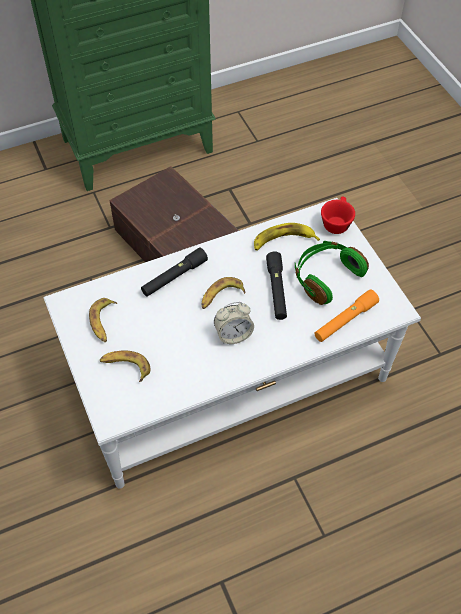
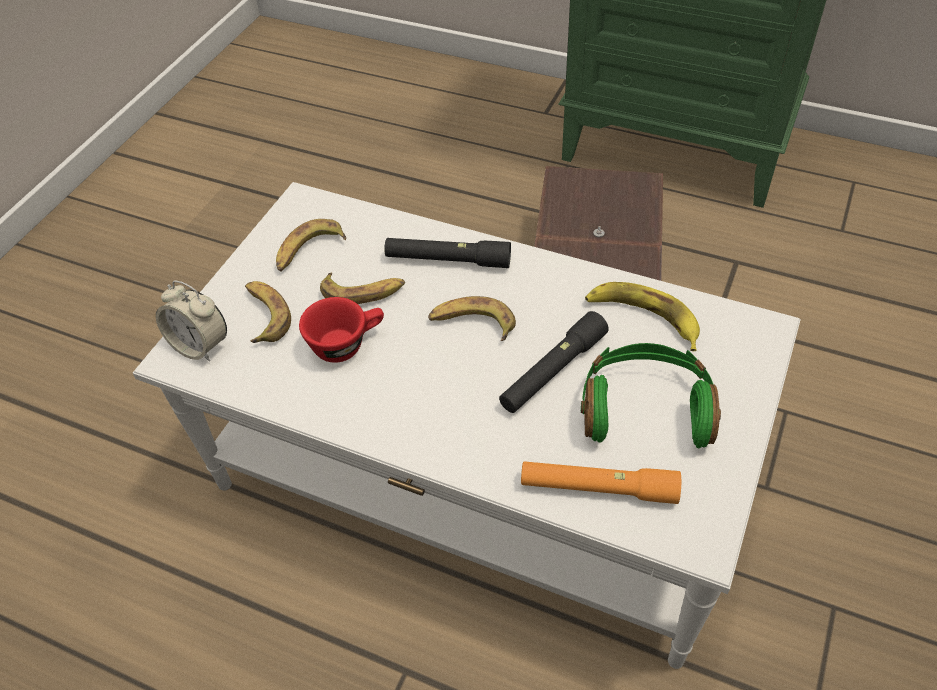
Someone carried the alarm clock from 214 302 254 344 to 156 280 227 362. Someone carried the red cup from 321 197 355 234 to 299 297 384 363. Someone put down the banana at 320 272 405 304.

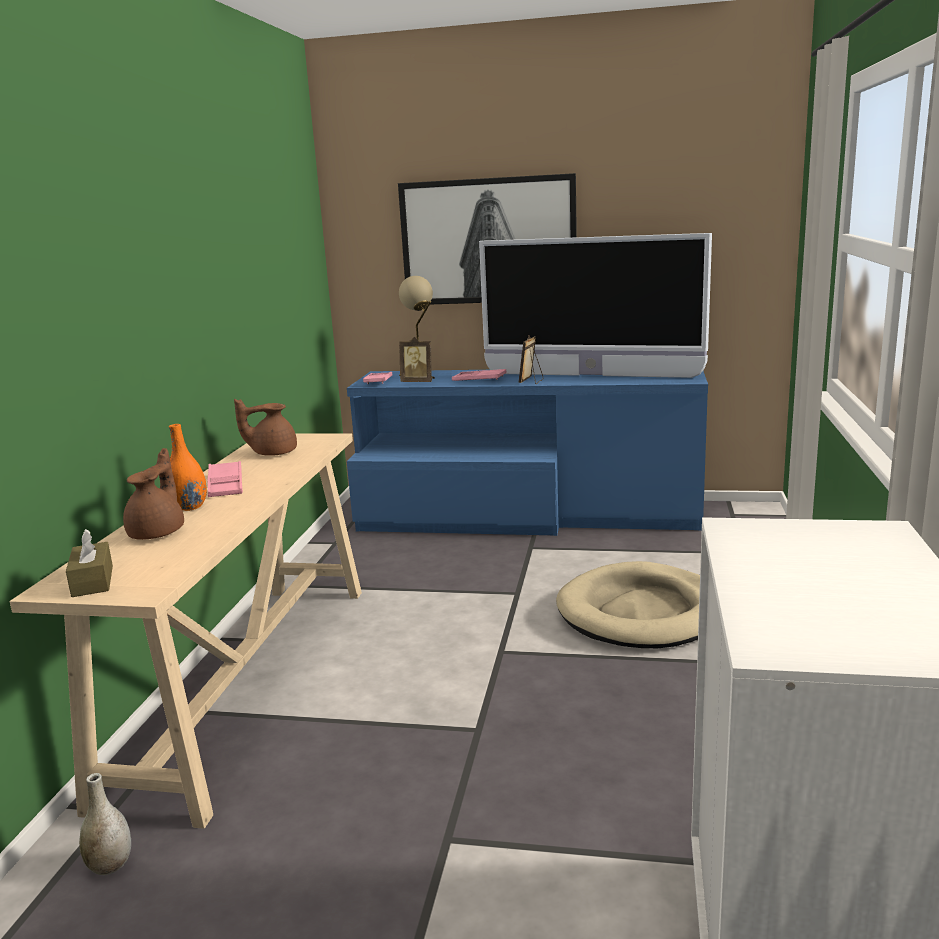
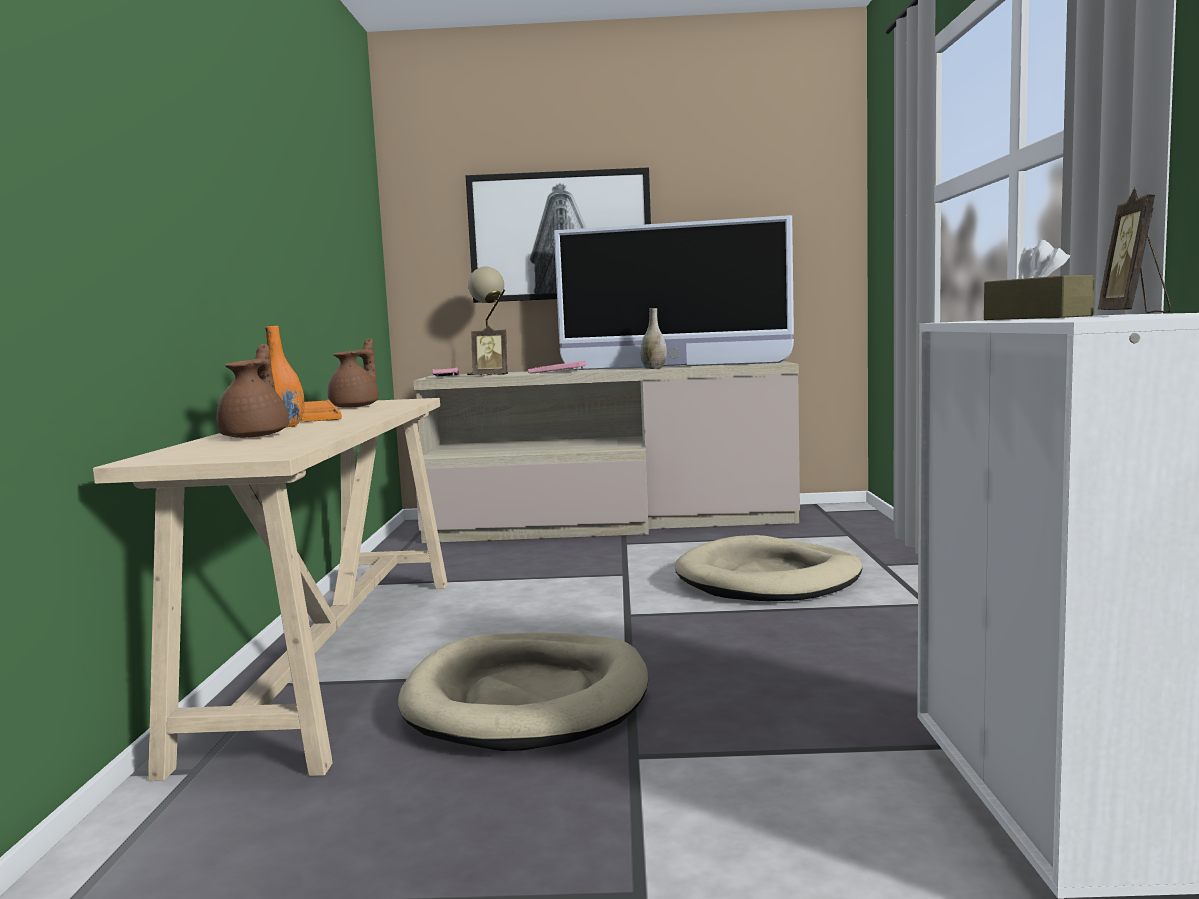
Someone repainted the pink tray at 207 461 243 497, which became the orange tray at 301 400 342 422. Someone rotated the brown teapot at 234 399 297 456 by 135 degrees clockwise. Someone put down the beige dog bed at 398 632 648 751. Someone repainted the blue tv stand at 347 370 708 536, which became the beige tv stand at 414 361 800 543. Someone carried the grey vase from 79 773 131 875 to 640 308 667 369. Someone carried the brown tissue box from 66 529 113 597 to 984 240 1094 320. Someone carried the picture frame from 519 335 543 384 to 1098 188 1171 313.

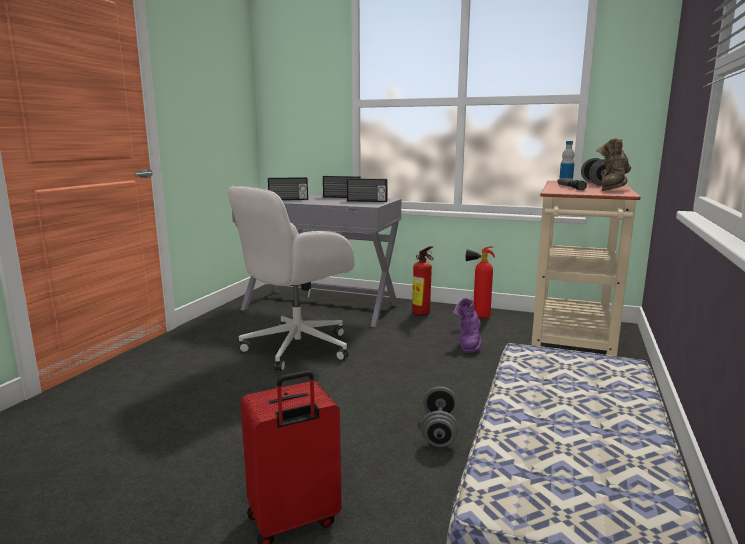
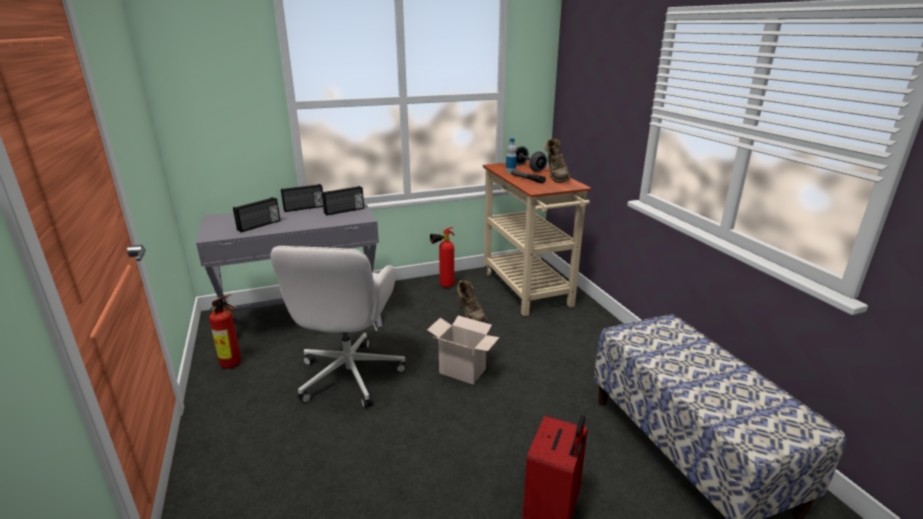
Someone carried the fire extinguisher from 412 246 434 316 to 209 294 241 368. Someone put down the cardboard box at 427 316 500 384. Someone repainted the purple boot at 453 298 482 353, which became the brown boot at 457 280 487 323. Someone took away the grey dumbbell at 421 386 459 447.

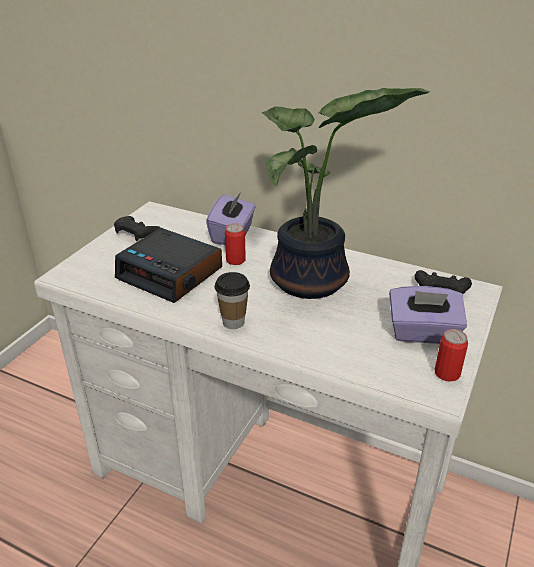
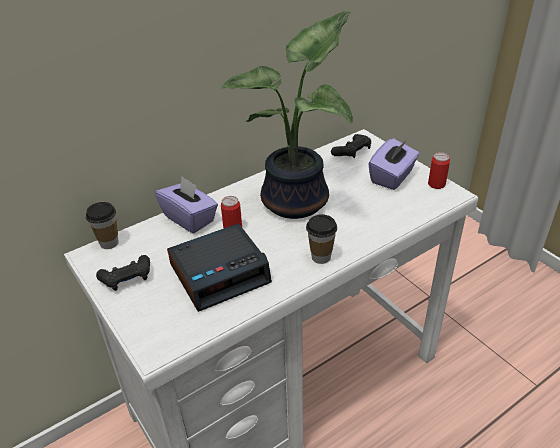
Someone put down the cup at 86 202 119 249.

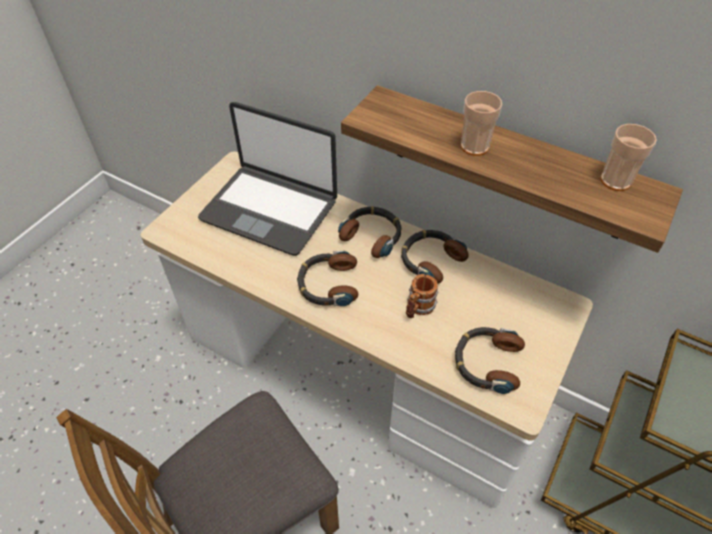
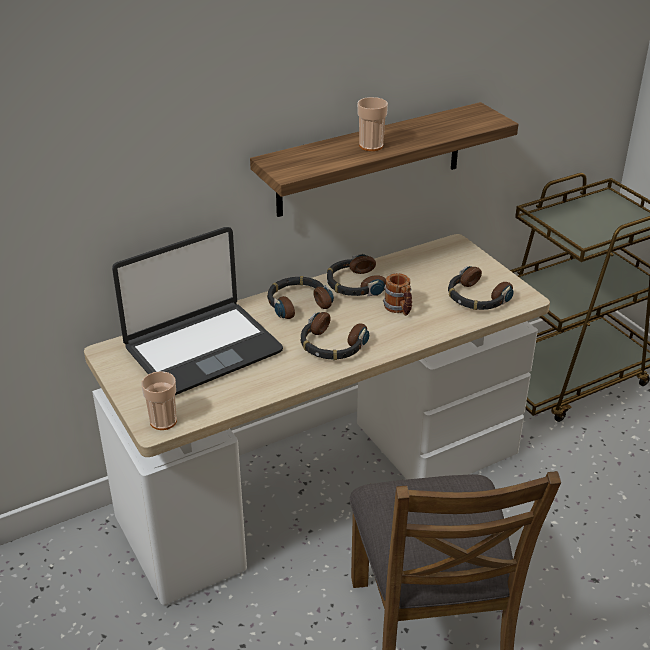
Someone carried the cup from 601 124 657 191 to 141 371 177 430.

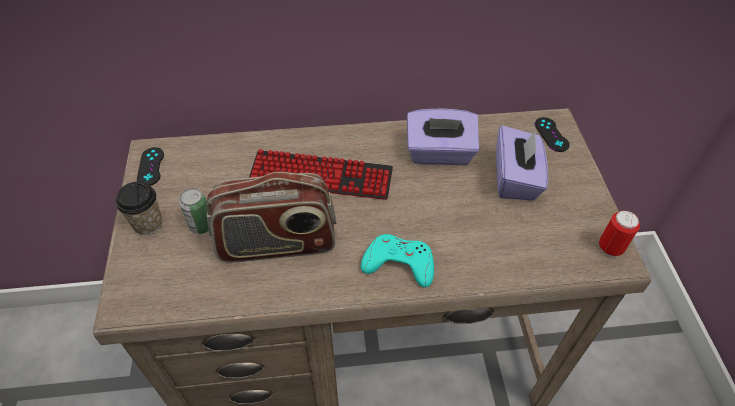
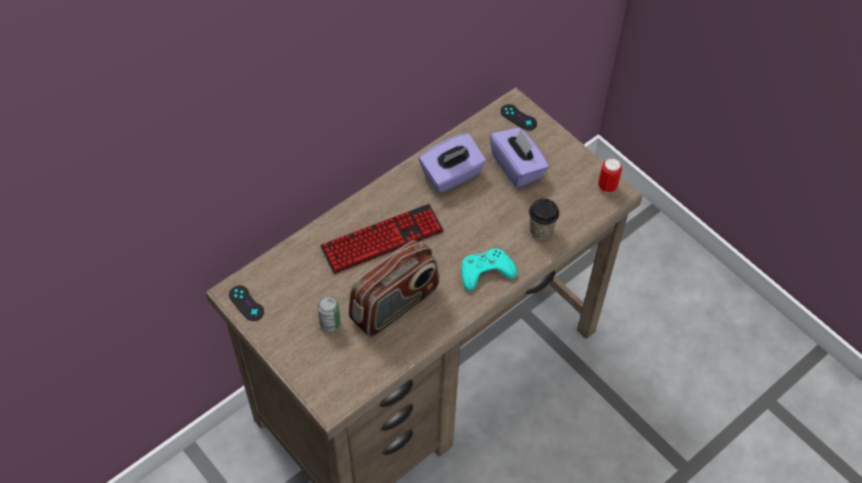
Someone carried the cup from 116 182 162 235 to 529 198 559 239.

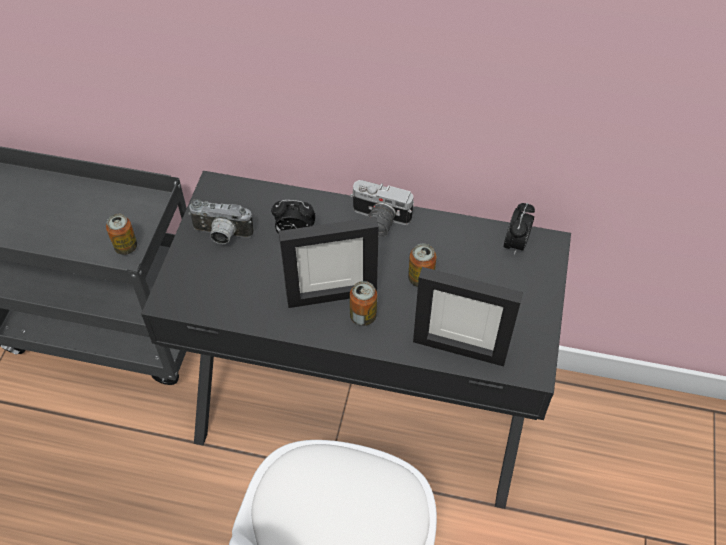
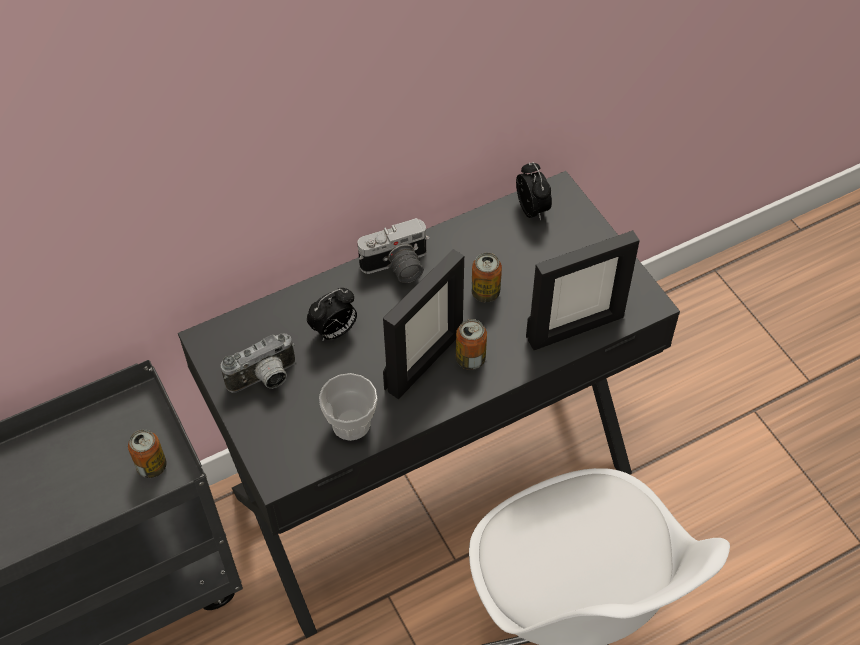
Someone put down the cup at 319 373 378 441.

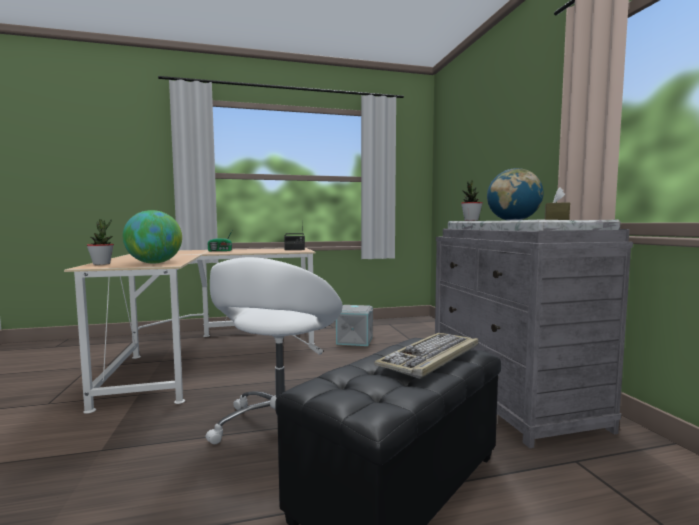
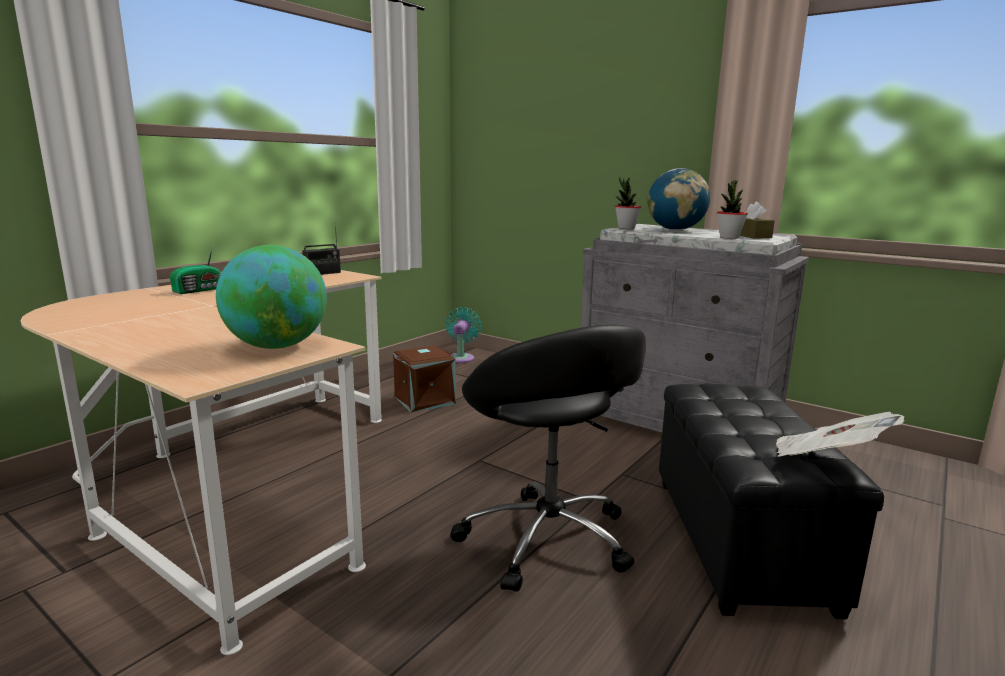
Someone repainted the grey storage box at 336 305 373 346, which became the brown storage box at 393 346 456 412. Someone put down the turquoise fan at 445 307 481 363. Someone repainted the white office chair at 205 257 342 444, which became the black office chair at 450 325 646 592. Someone carried the potted plant from 87 219 114 265 to 717 180 748 239. Someone put down the newspaper at 776 412 904 457. Someone took away the keyboard at 374 333 478 379.

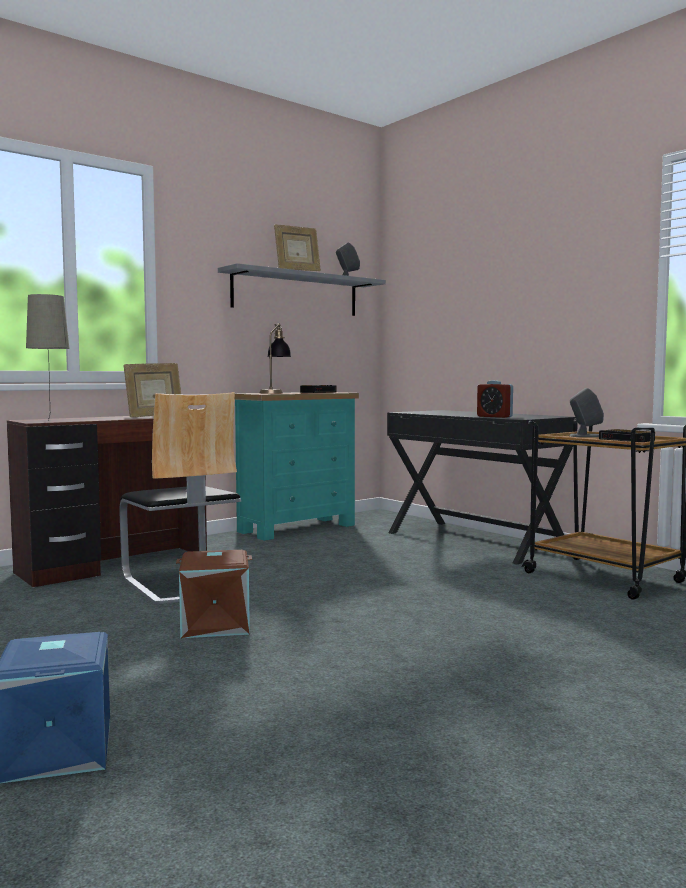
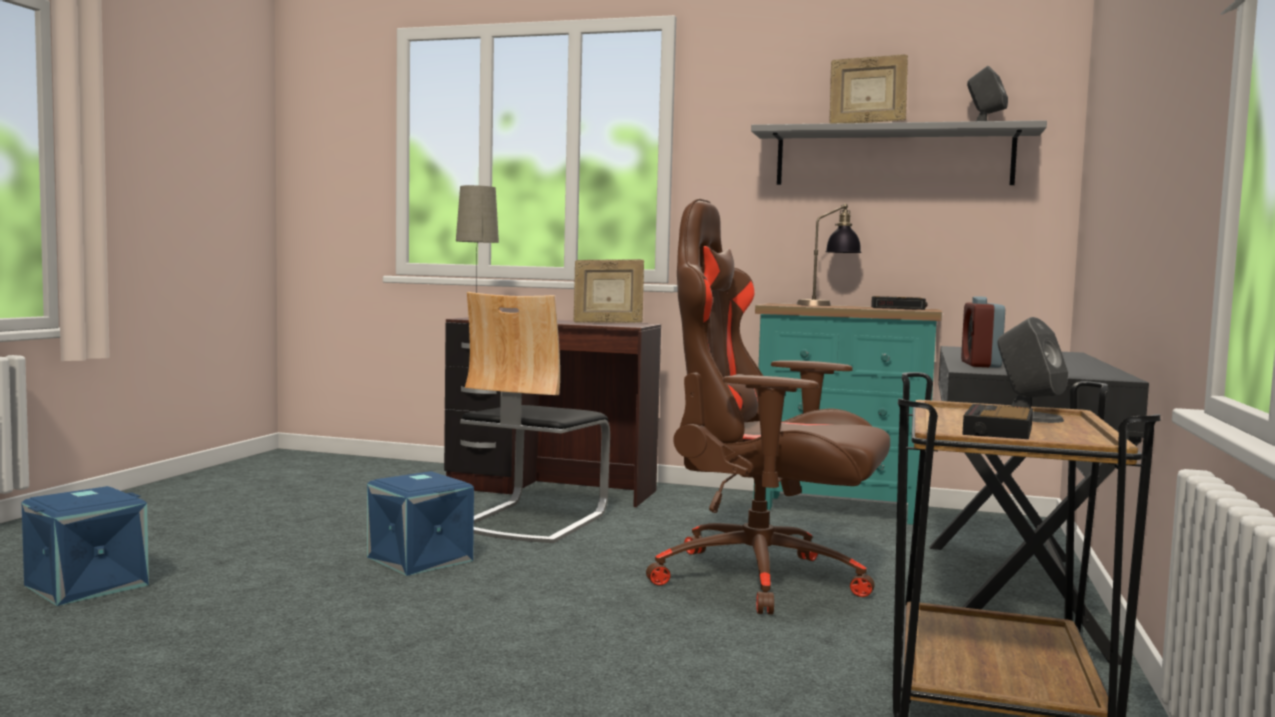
Someone repainted the brown storage box at 176 550 252 638, which became the blue storage box at 367 471 474 576. Someone put down the brown office chair at 646 198 890 615.

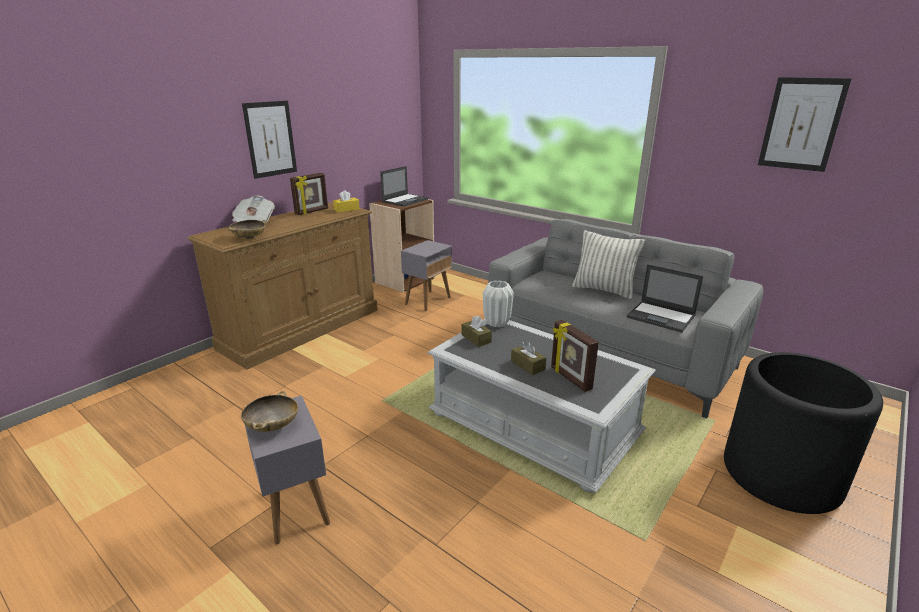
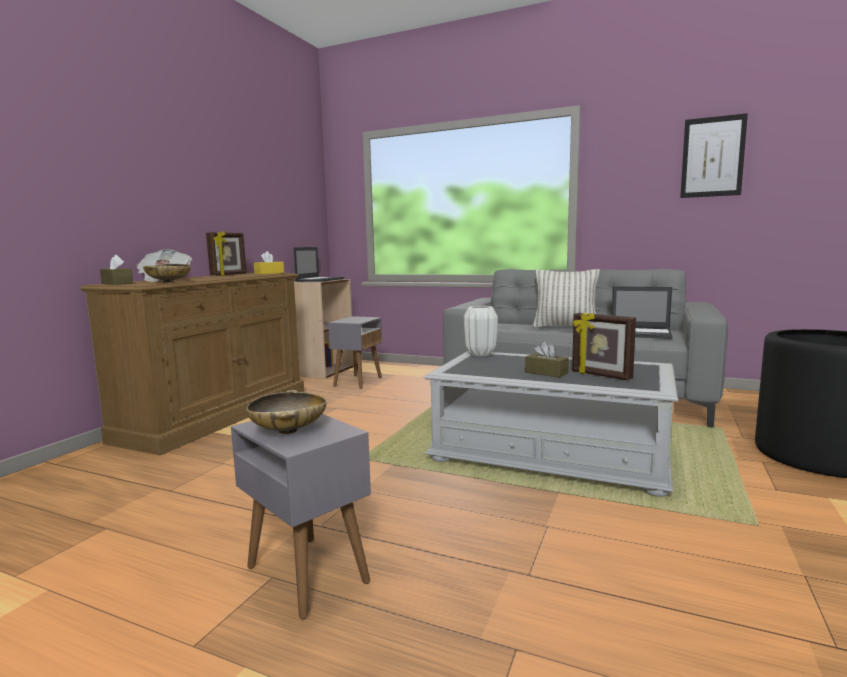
Someone carried the brown tissue box from 462 316 492 347 to 100 255 133 285. Someone took away the picture at 242 101 297 179.

